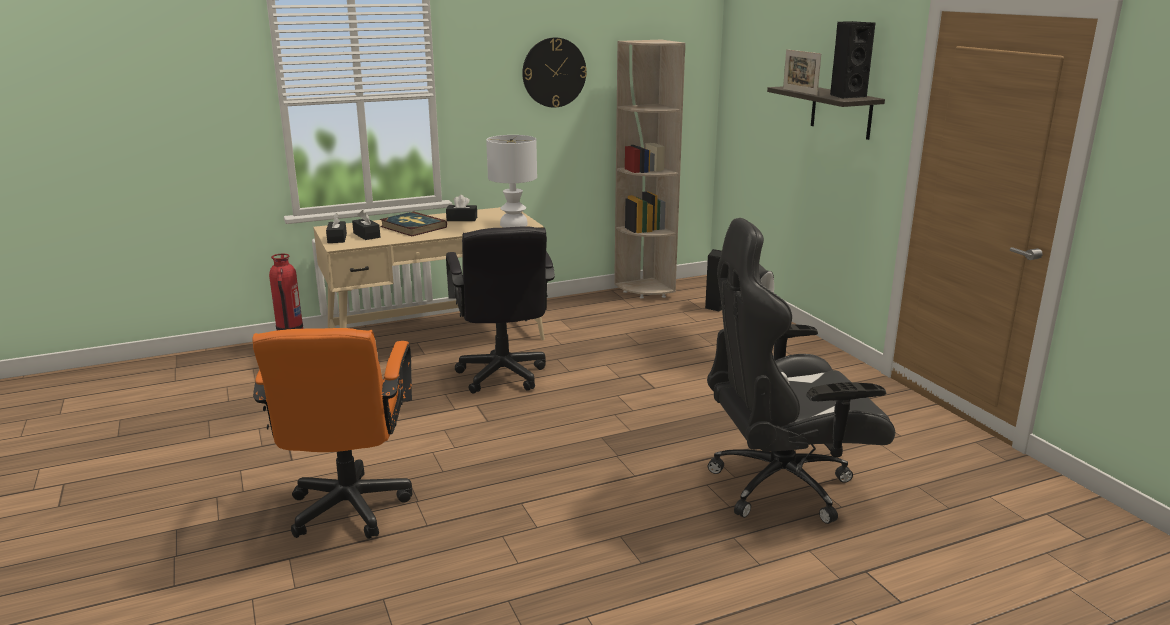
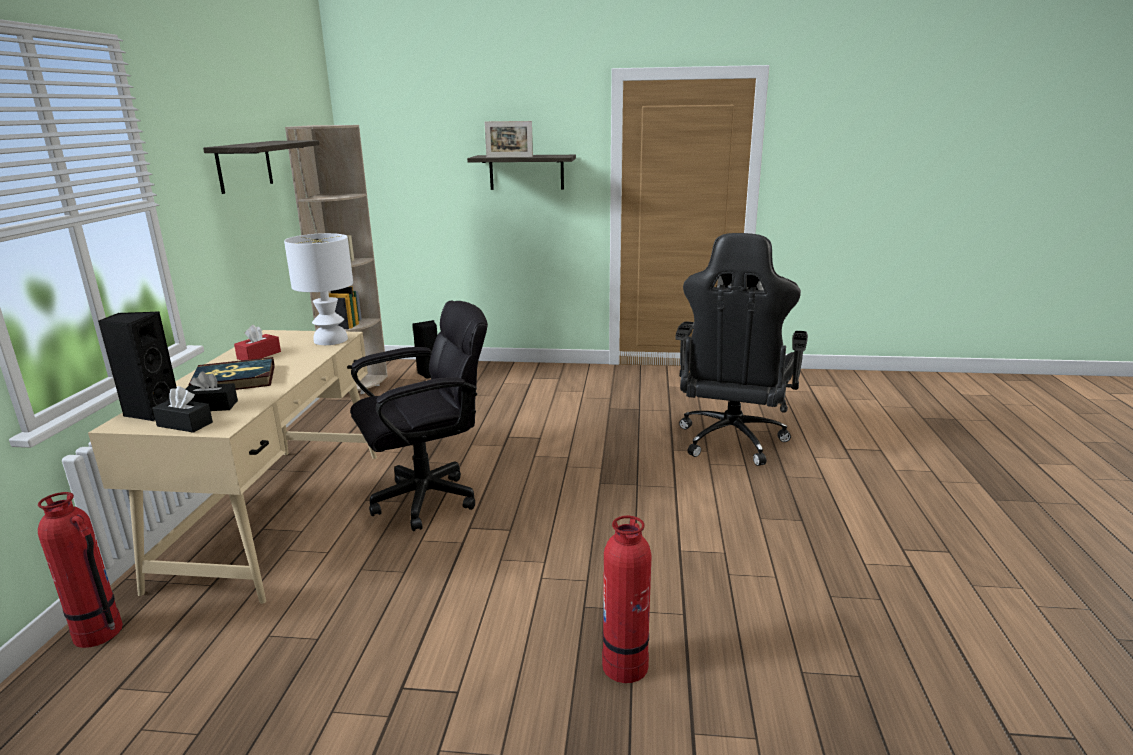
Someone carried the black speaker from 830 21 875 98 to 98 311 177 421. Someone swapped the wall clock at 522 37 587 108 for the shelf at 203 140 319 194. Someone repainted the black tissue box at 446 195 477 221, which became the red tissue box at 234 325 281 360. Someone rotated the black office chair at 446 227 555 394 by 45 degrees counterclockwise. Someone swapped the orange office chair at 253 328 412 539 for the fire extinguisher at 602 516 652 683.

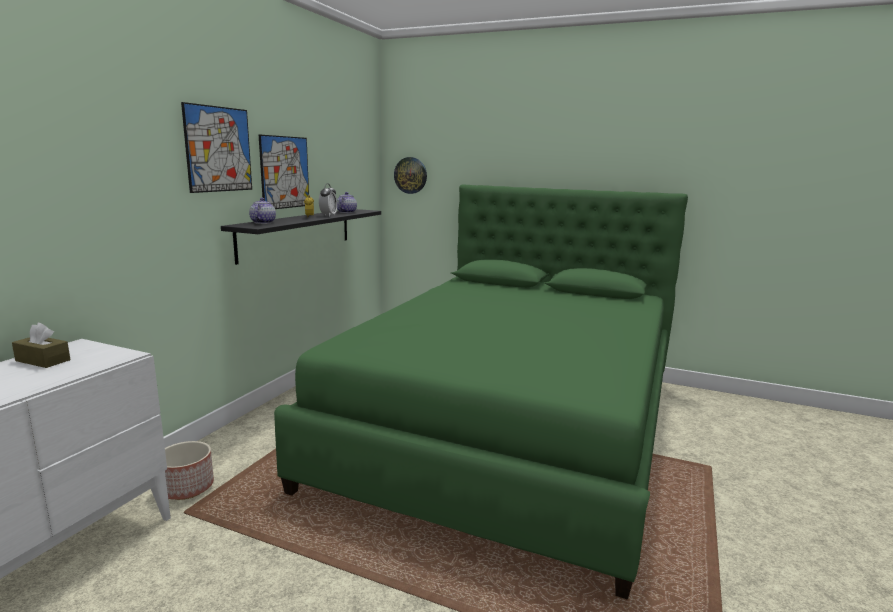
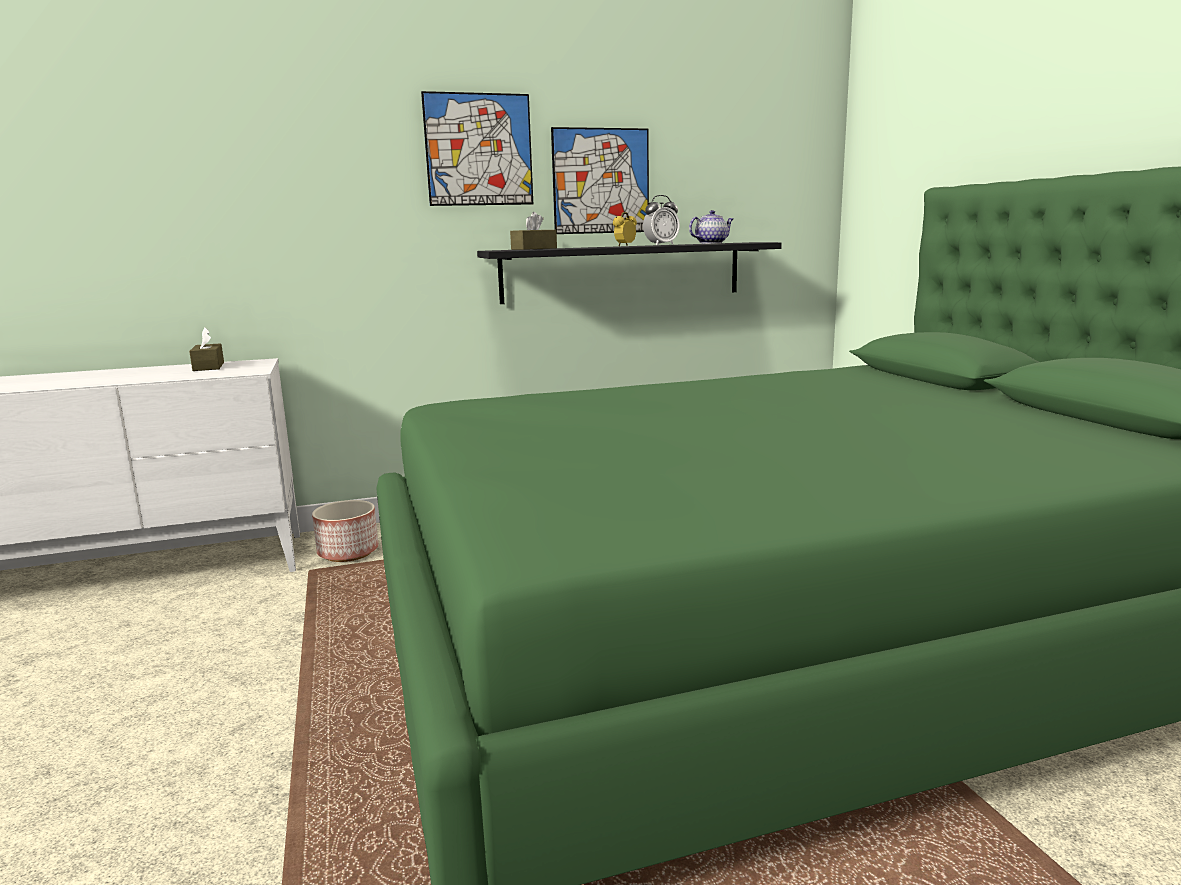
Someone swapped the teapot at 249 198 276 224 for the brown tissue box at 510 212 557 250. Someone took away the wall clock at 394 157 427 194.

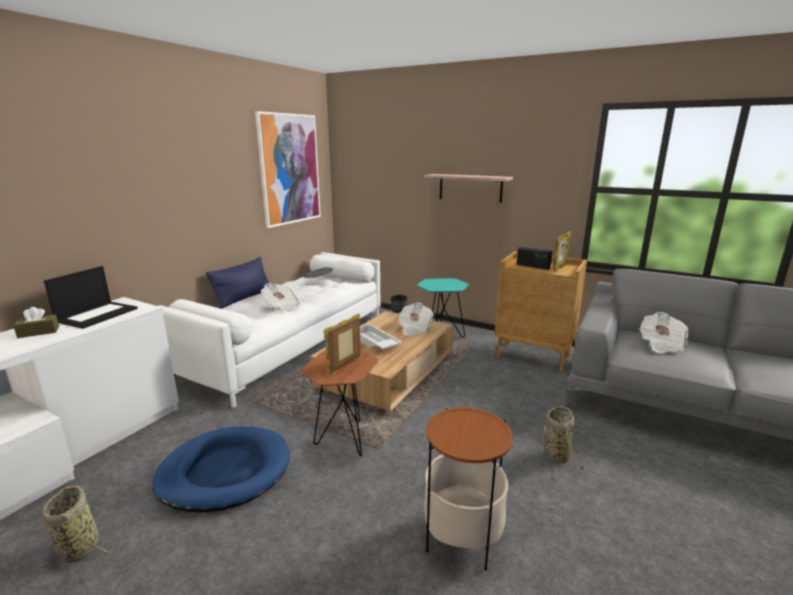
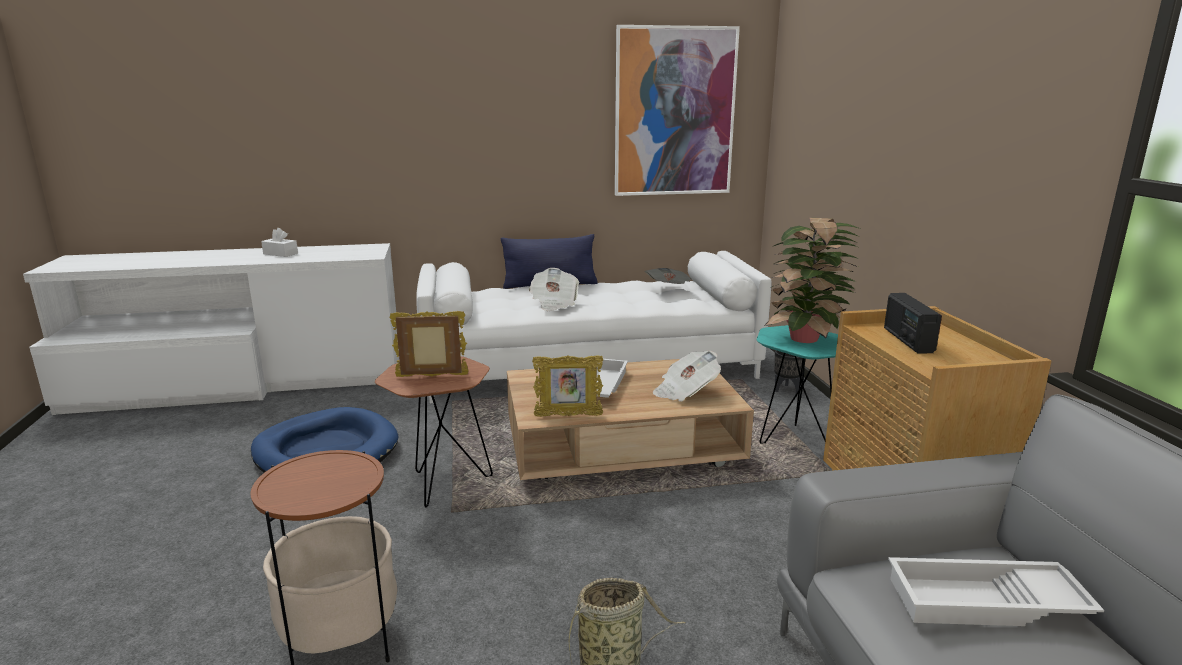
Someone repainted the brown tissue box at 13 307 59 338, which became the white tissue box at 261 228 298 257. Someone carried the picture frame from 553 231 571 272 to 532 355 604 417. Someone put down the potted plant at 764 218 860 343. Someone swapped the newspaper at 639 312 689 353 for the white tray at 888 557 1104 626. Someone took away the basket at 42 485 111 578. Someone took away the laptop at 44 266 138 329. Someone took away the shelf at 424 174 513 203.

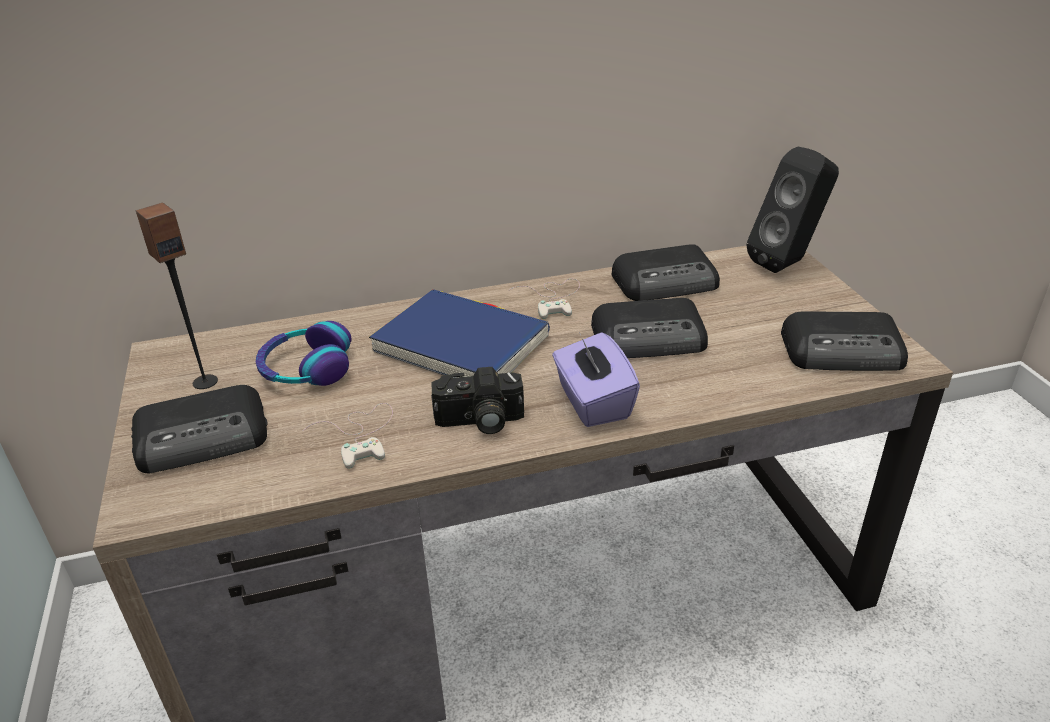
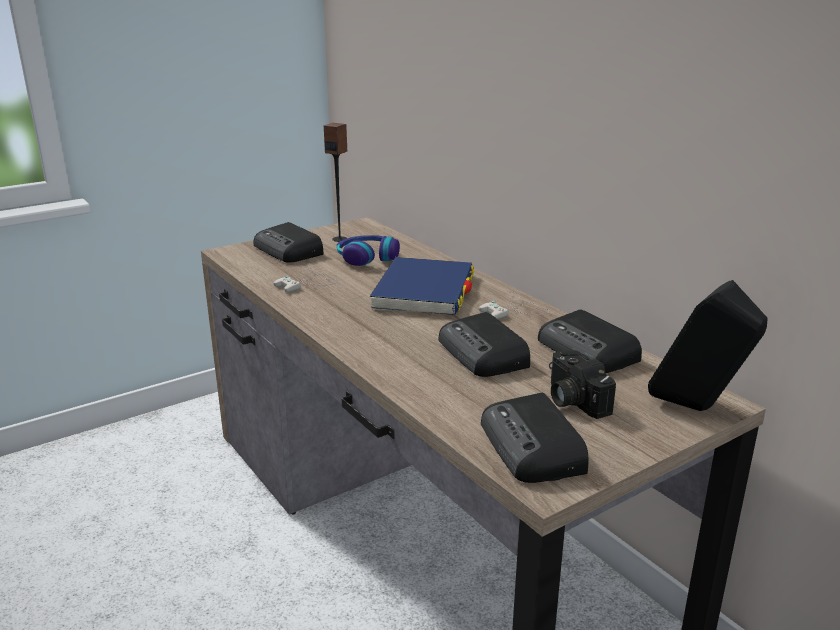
Someone carried the photo camera from 431 367 524 434 to 549 350 616 419. Someone took away the purple tissue box at 552 332 640 427.

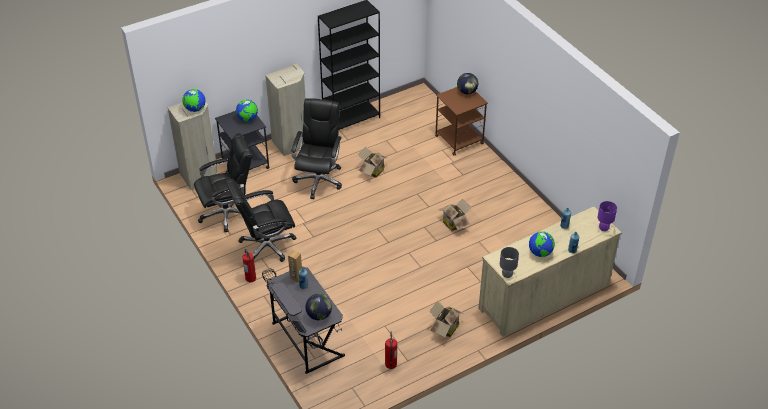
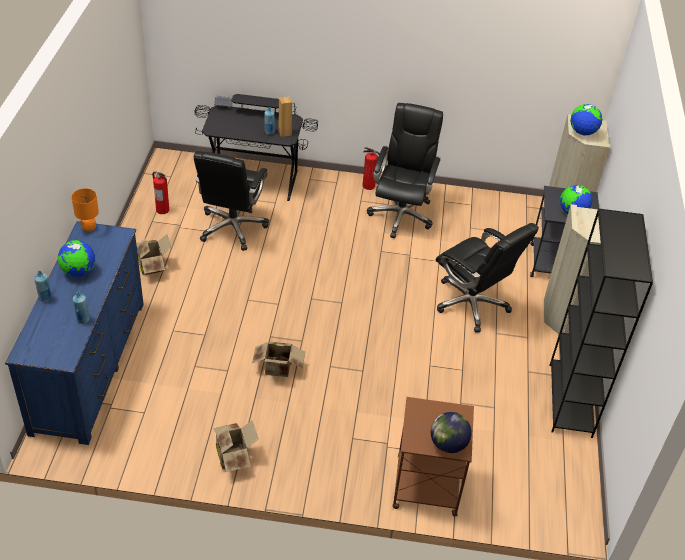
Someone repainted the beige dresser at 478 206 622 337, which became the blue dresser at 5 221 144 445. Someone repainted the grey table lamp at 500 247 519 278, which became the orange table lamp at 71 188 99 231. Someone carried the black office chair from 194 133 252 232 to 194 151 269 251. Someone carried the cardboard box from 358 147 387 178 to 213 421 259 472. Someone took away the globe at 305 294 332 320. Someone took away the purple table lamp at 597 201 617 231.

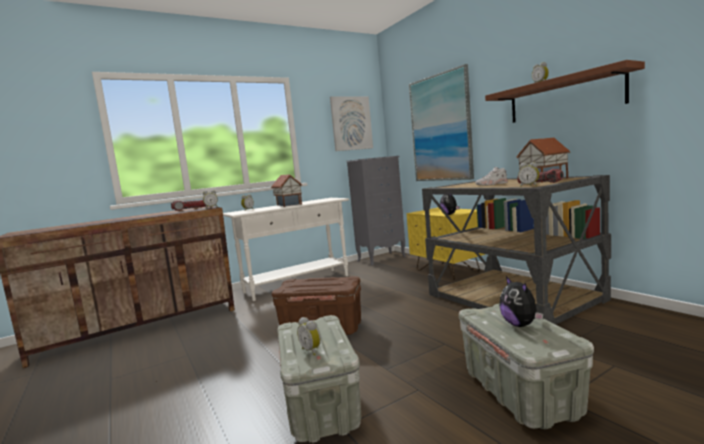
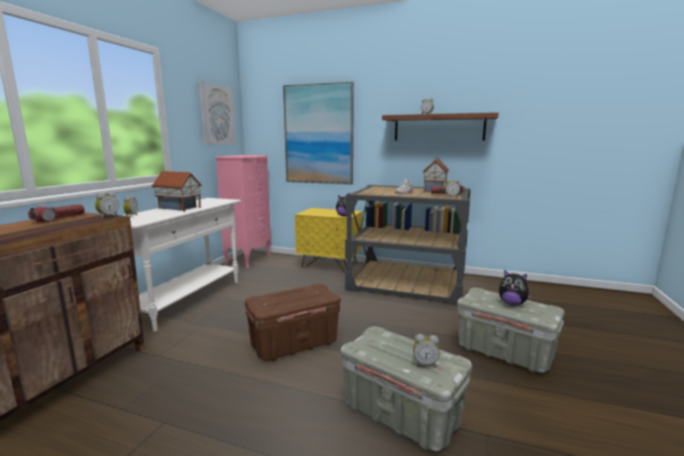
Someone repainted the grey dresser at 346 156 406 265, which became the pink dresser at 215 155 271 268.

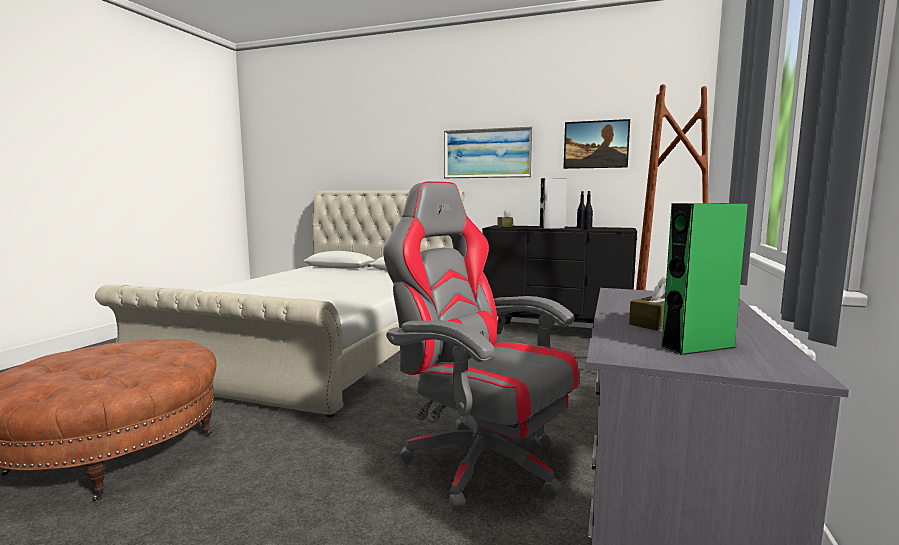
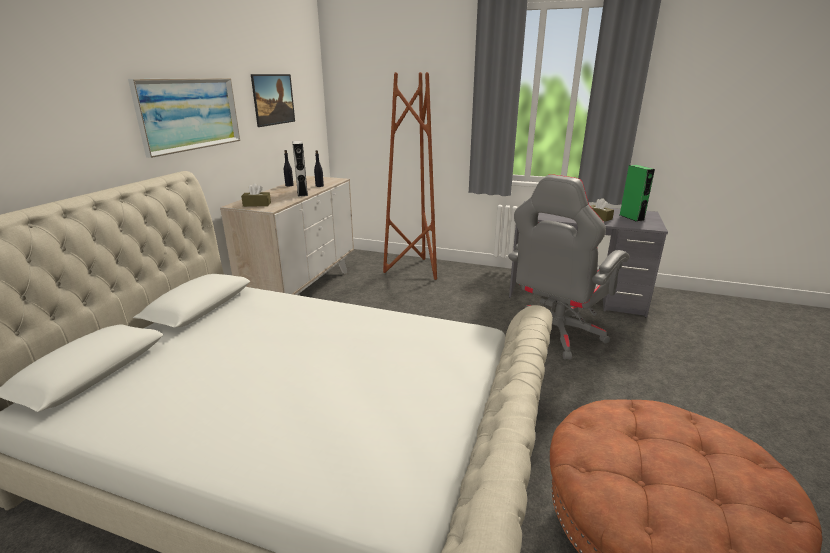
Someone repainted the black dresser at 482 225 637 334, which became the white dresser at 220 176 354 295.

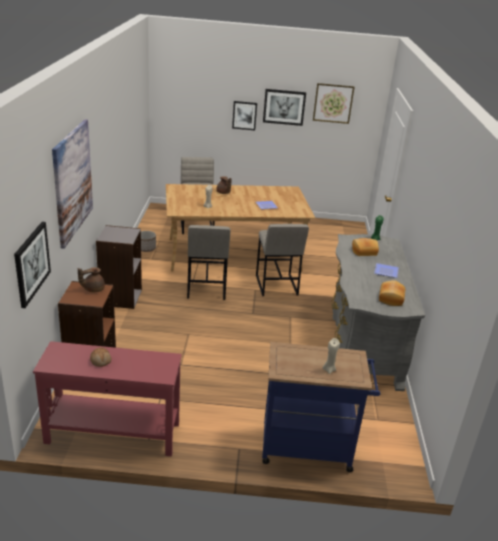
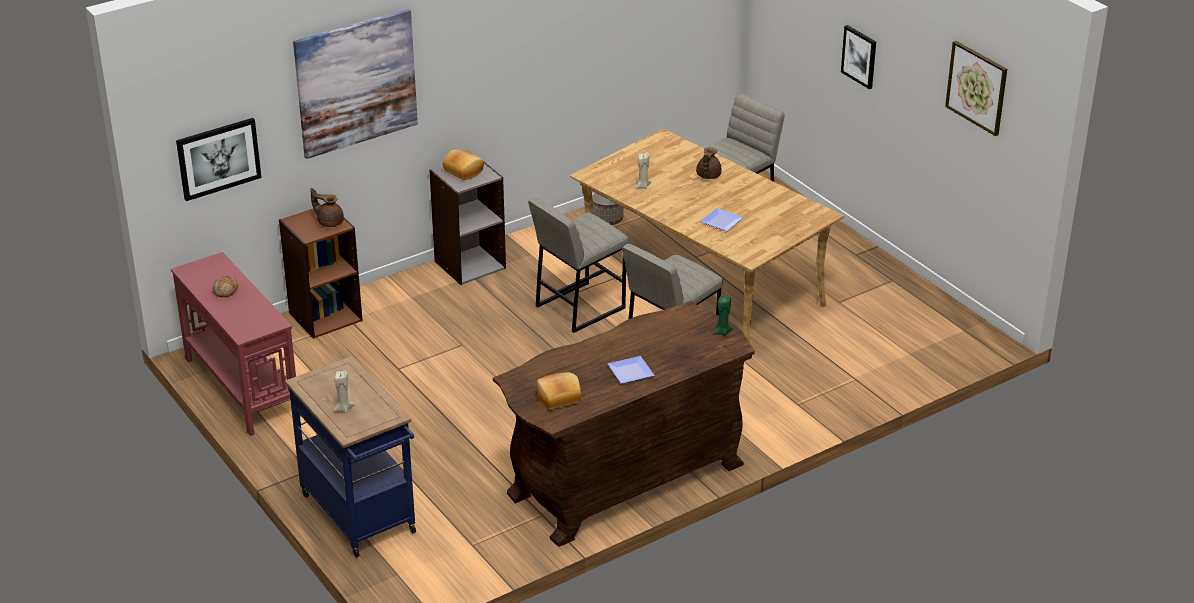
Someone carried the bread from 352 238 379 256 to 443 149 484 180. Someone repainted the grey dresser at 331 234 425 391, which became the brown dresser at 493 301 755 547. Someone took away the picture at 263 89 306 126.

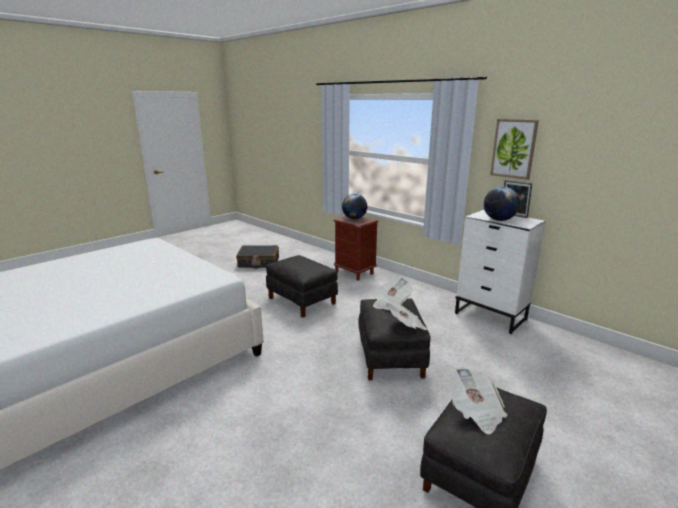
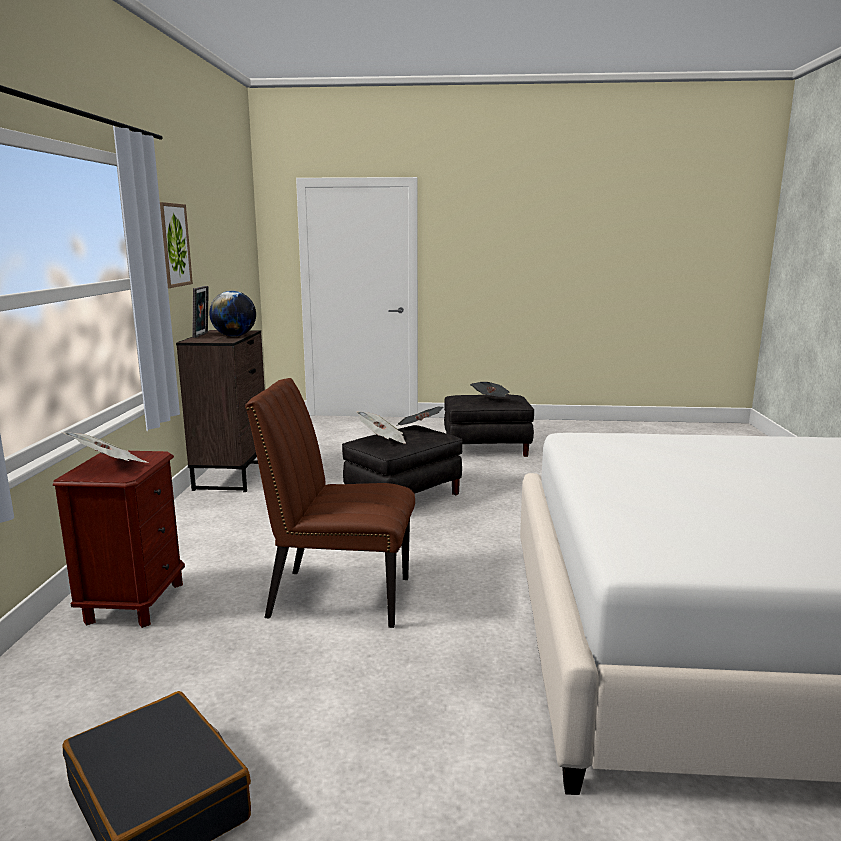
Someone swapped the globe at 342 194 367 219 for the newspaper at 61 432 149 463. Someone repainted the white dresser at 455 209 546 334, which became the brown dresser at 176 330 265 492. Someone swapped the black ottoman at 266 255 338 317 for the brown chair at 245 378 415 628.

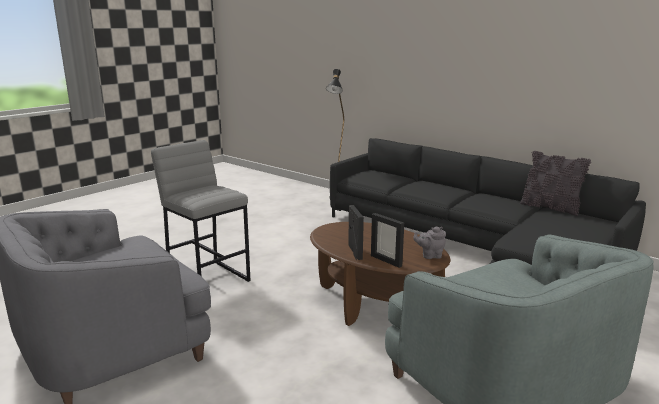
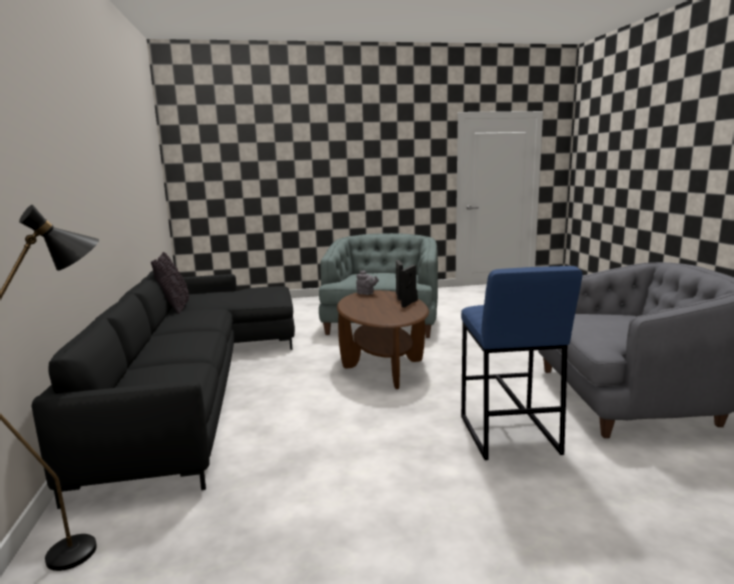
Someone repainted the grey stool at 151 140 251 282, which became the blue stool at 461 266 583 460.

